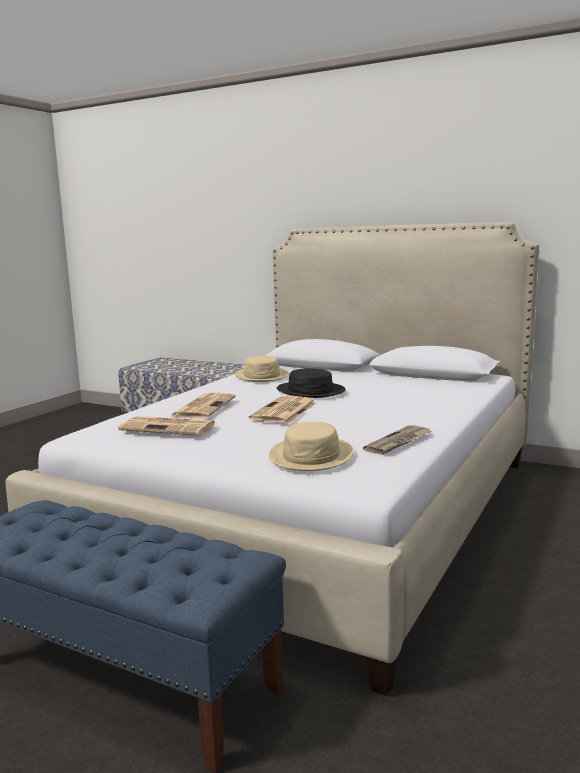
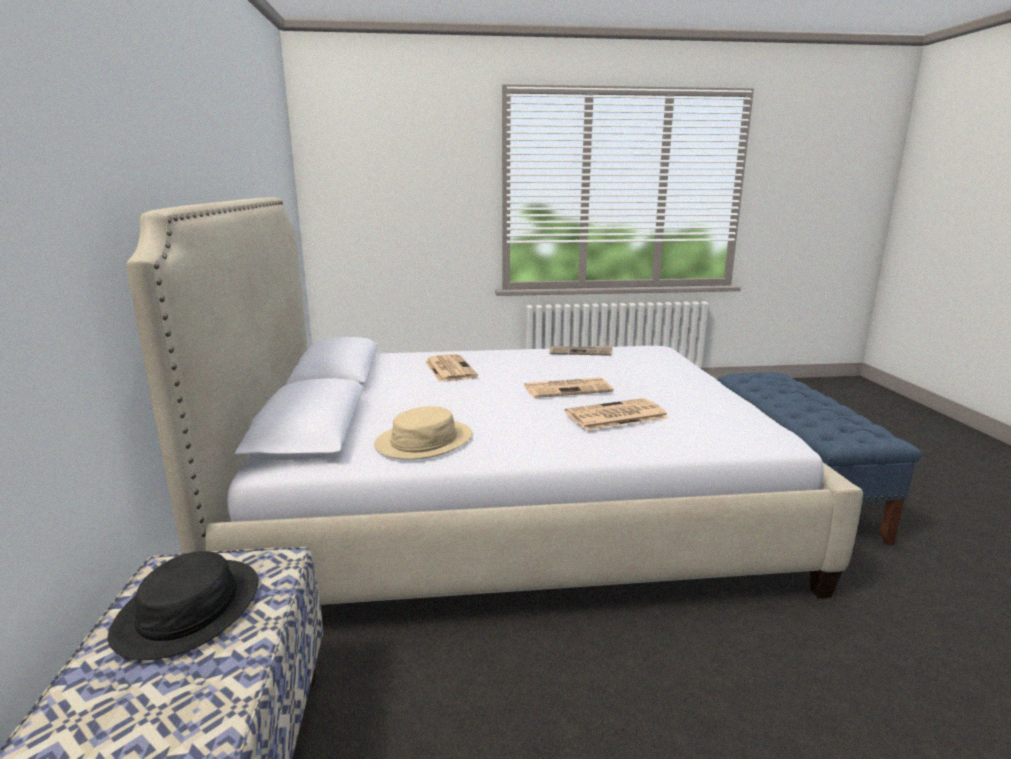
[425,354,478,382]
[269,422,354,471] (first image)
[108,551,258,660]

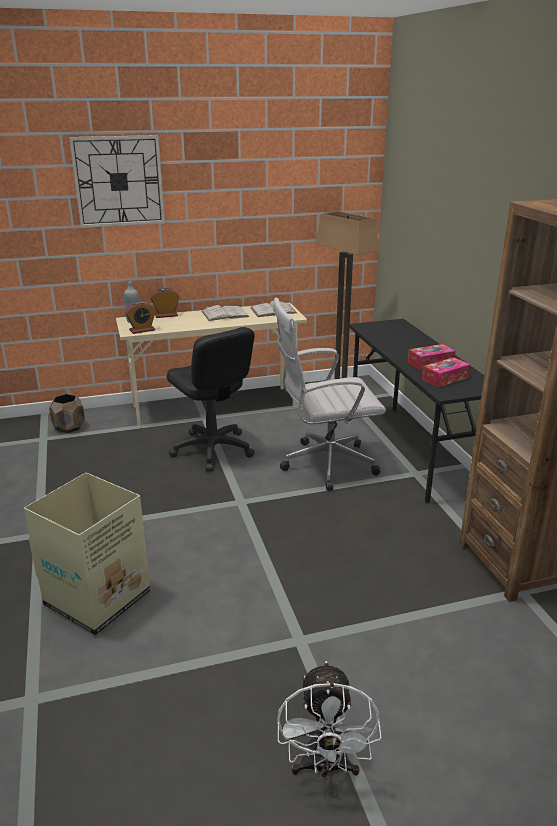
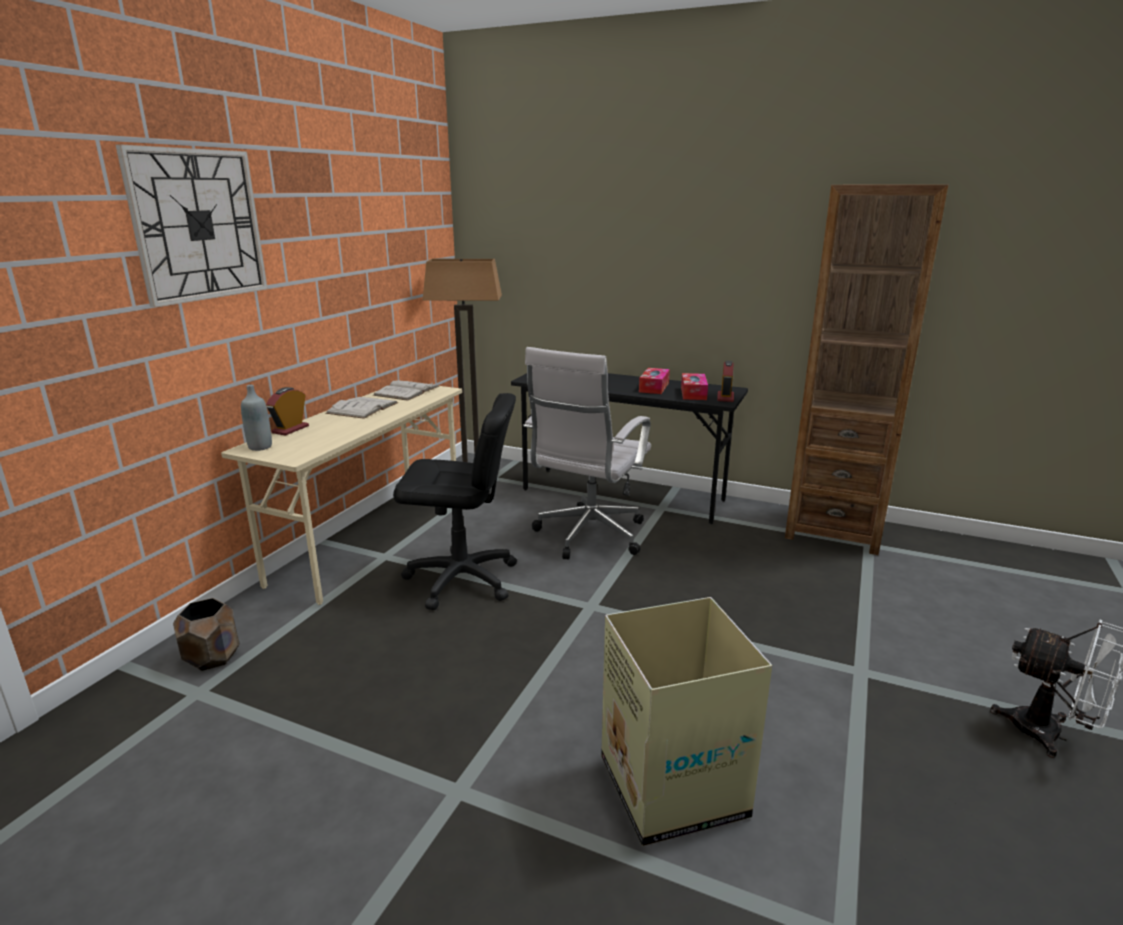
[717,361,734,402]

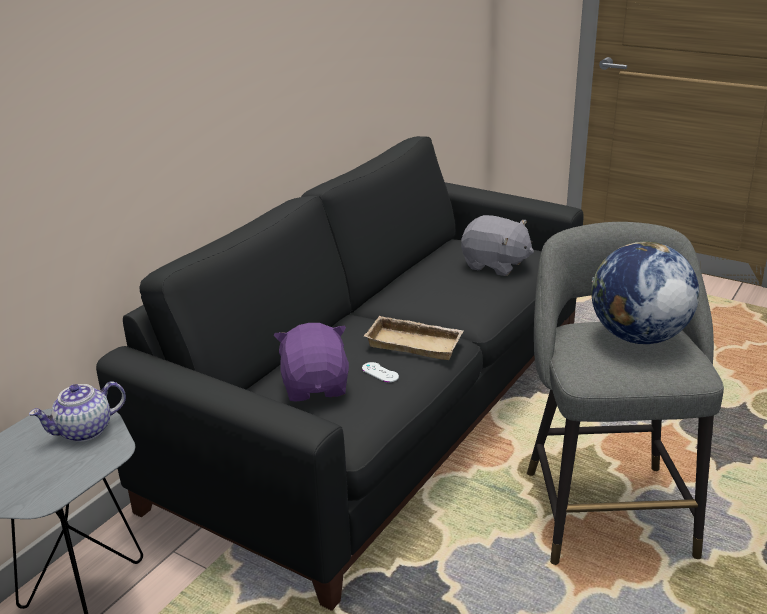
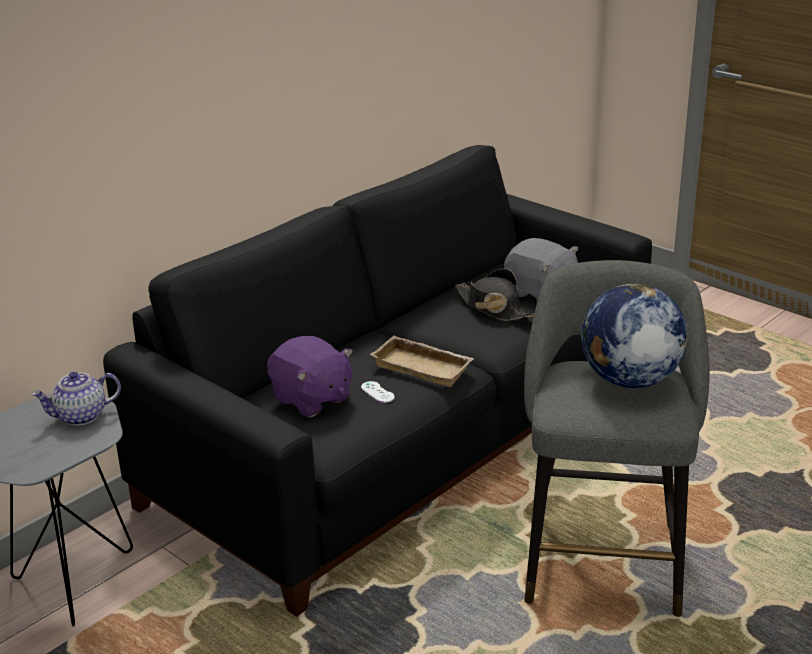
[267,336,353,418]
[455,269,534,321]

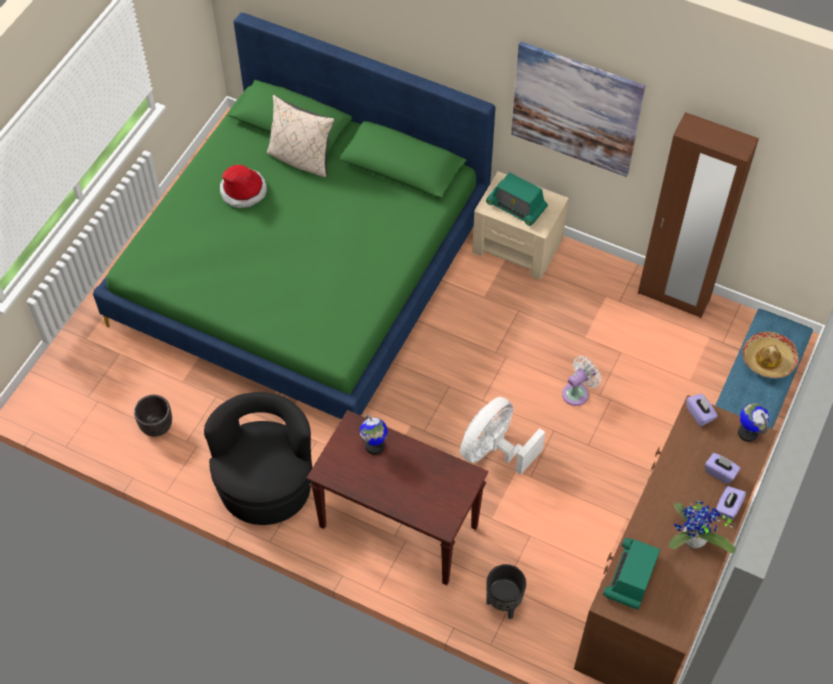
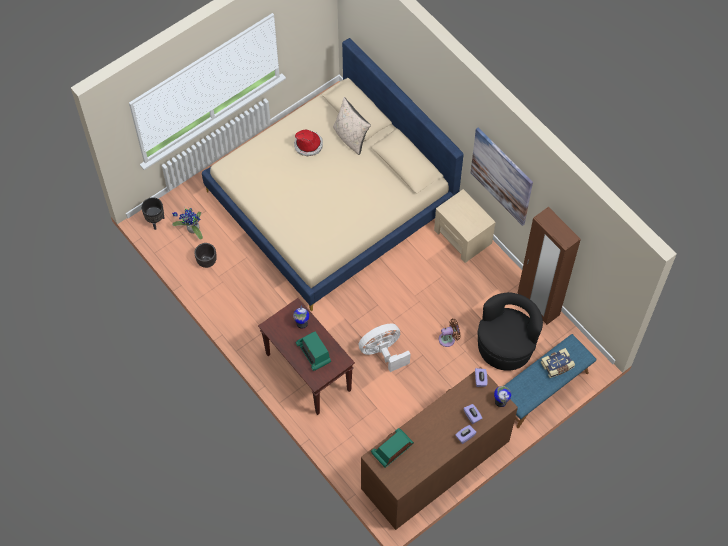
[202,38,464,311]
[478,292,543,371]
[296,332,331,371]
[141,197,165,230]
[439,318,461,347]
[172,208,203,240]
[540,348,575,378]

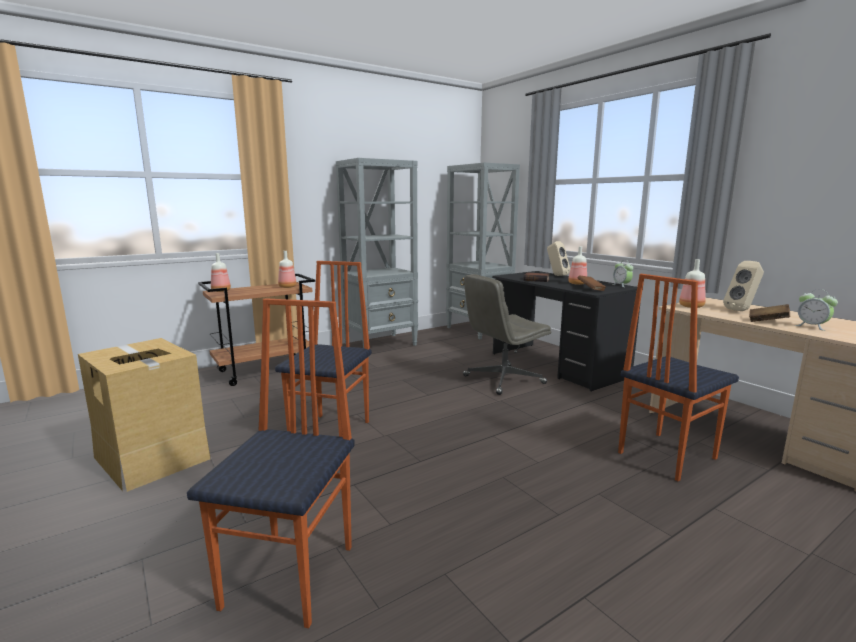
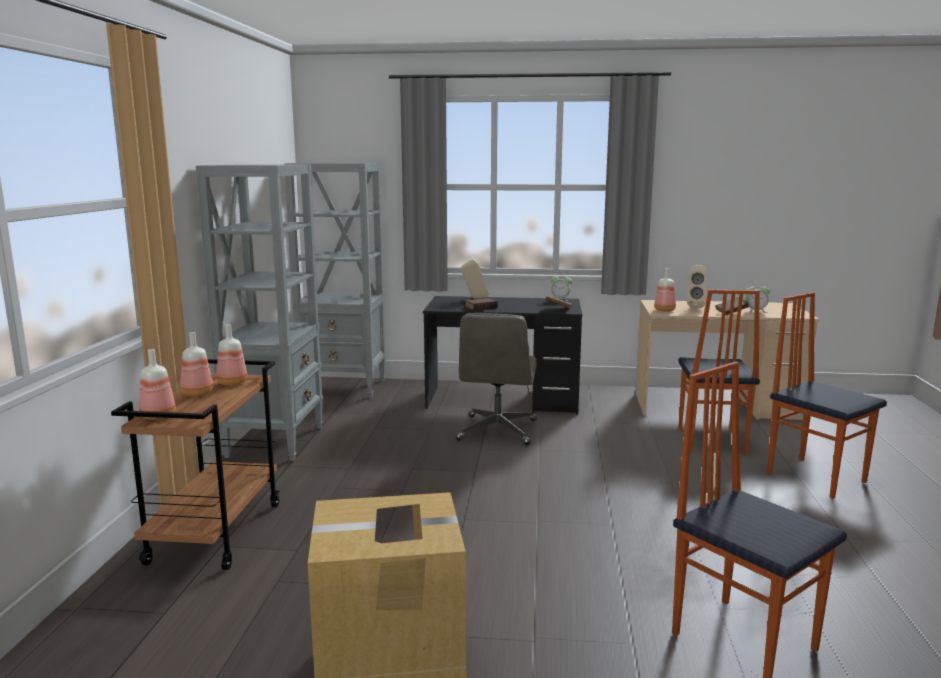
[767,292,887,499]
[180,332,213,397]

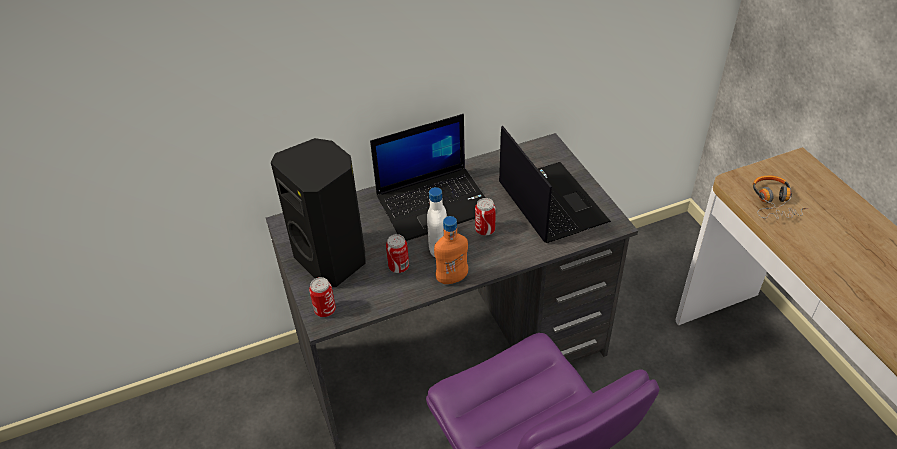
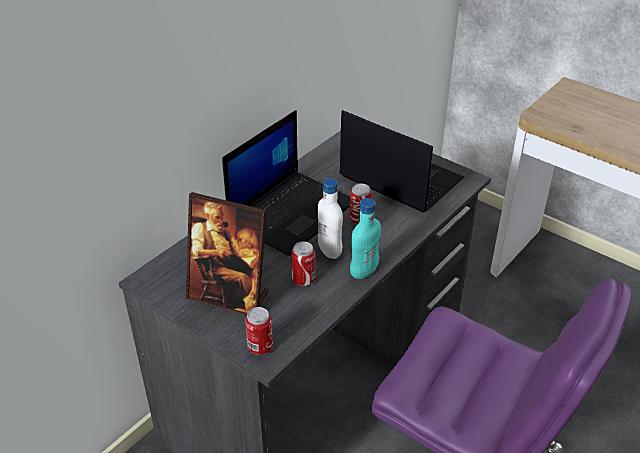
[186,192,269,316]
[350,198,381,279]
[753,176,809,219] (first image)

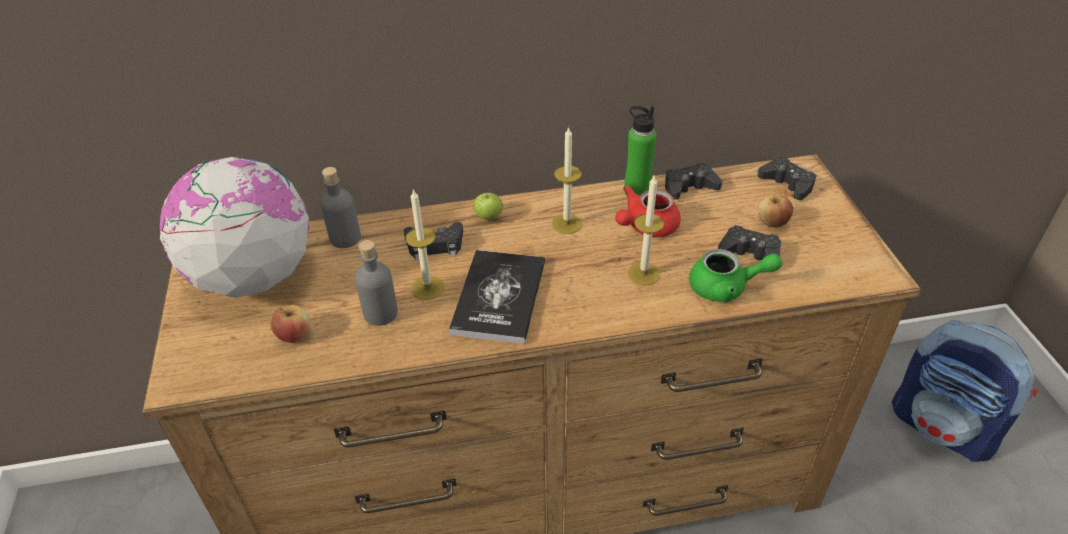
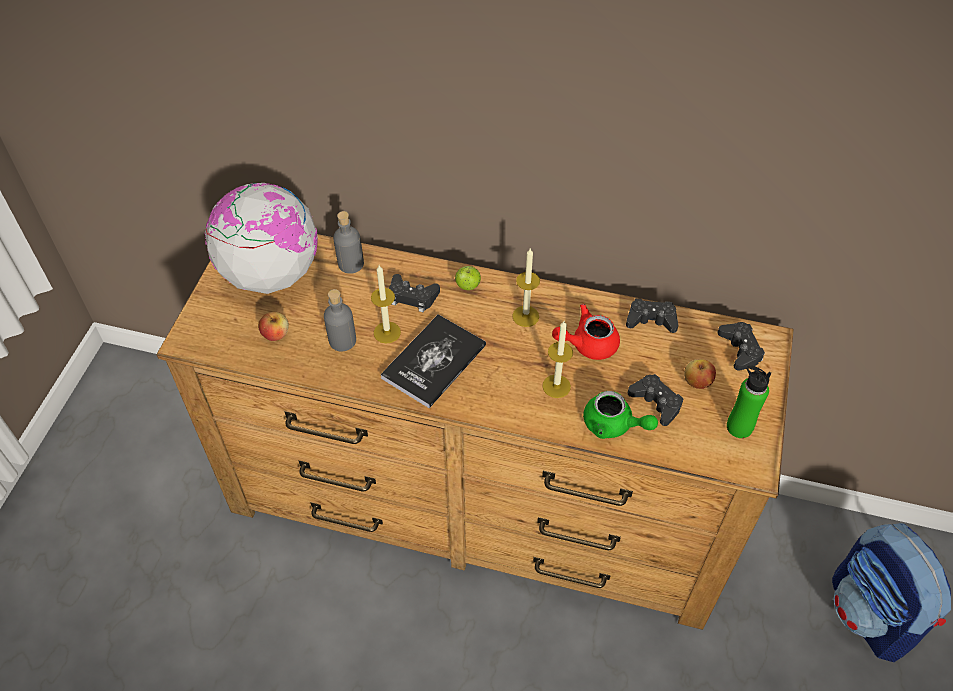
[727,365,771,438]

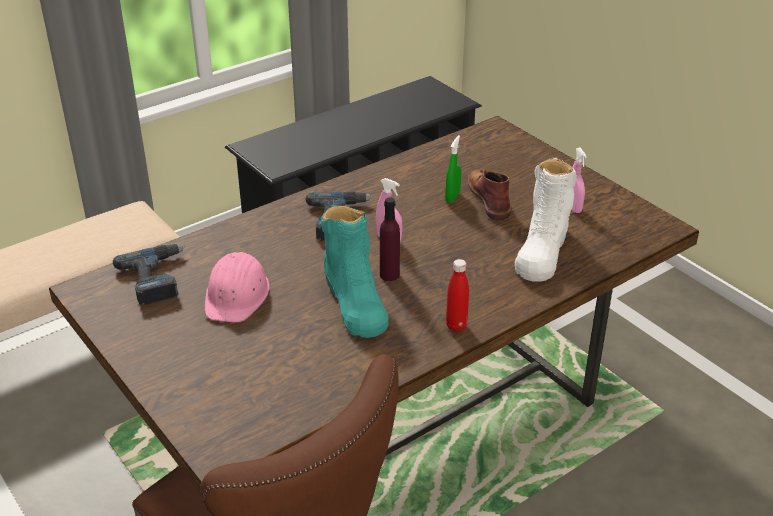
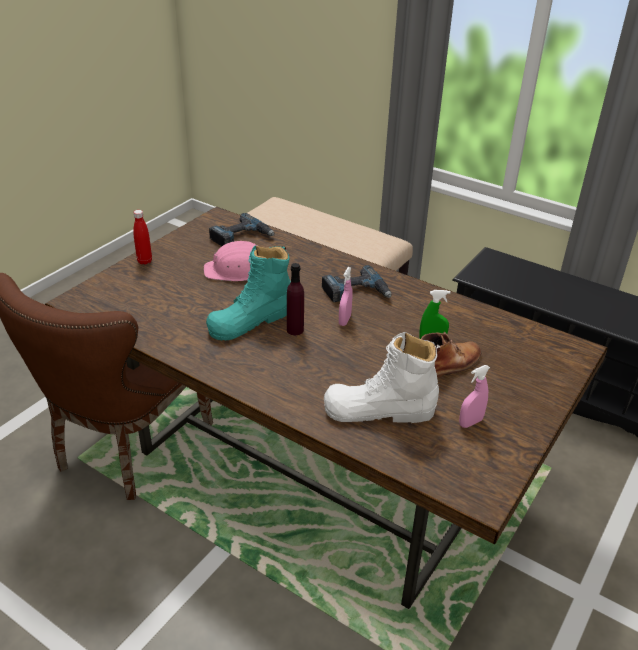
[133,210,152,265]

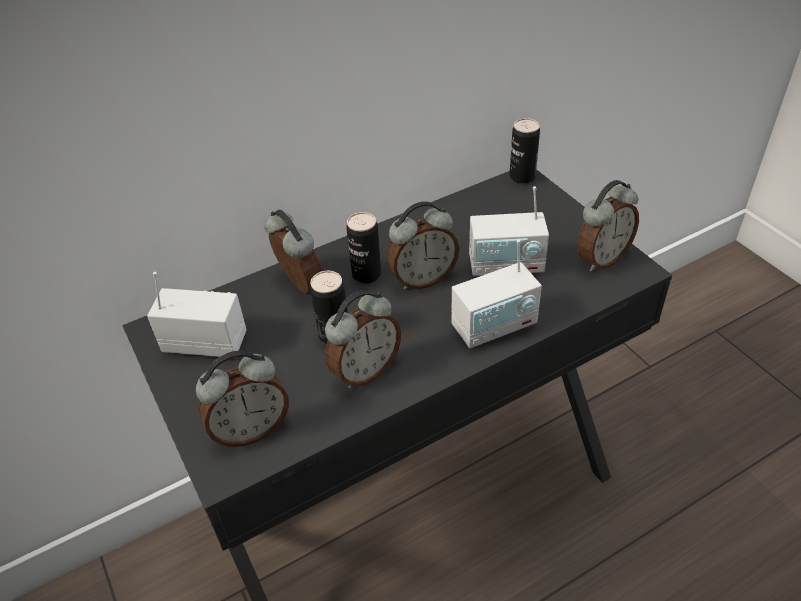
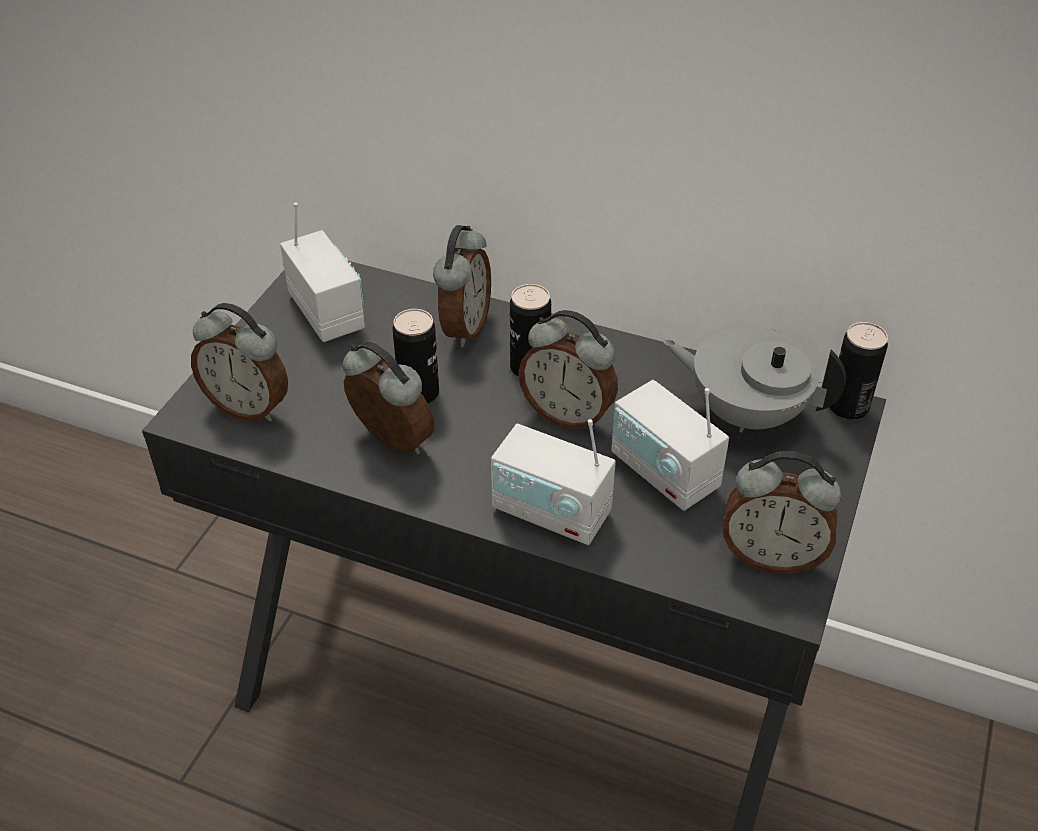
[343,341,435,454]
[664,327,846,433]

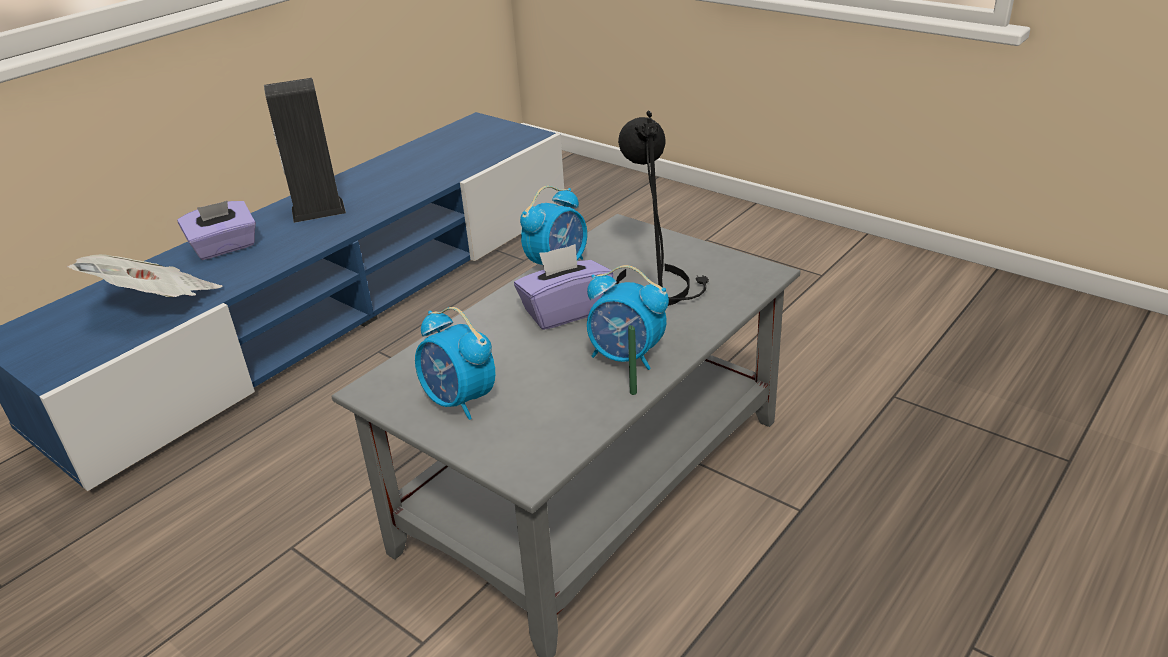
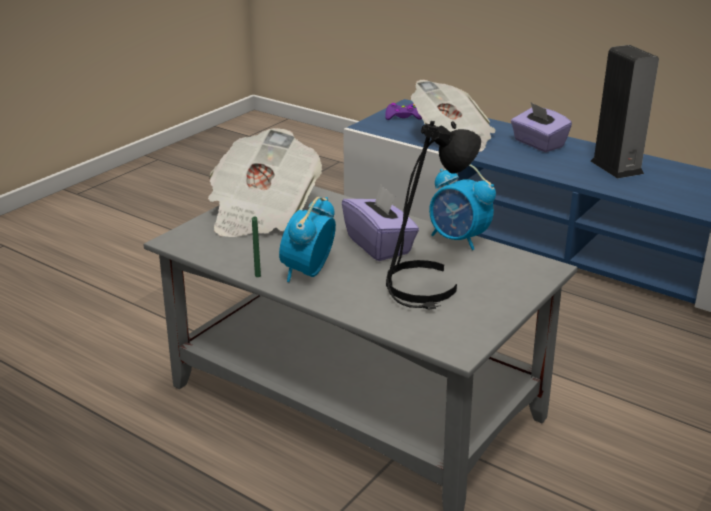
[208,128,322,237]
[385,103,422,120]

